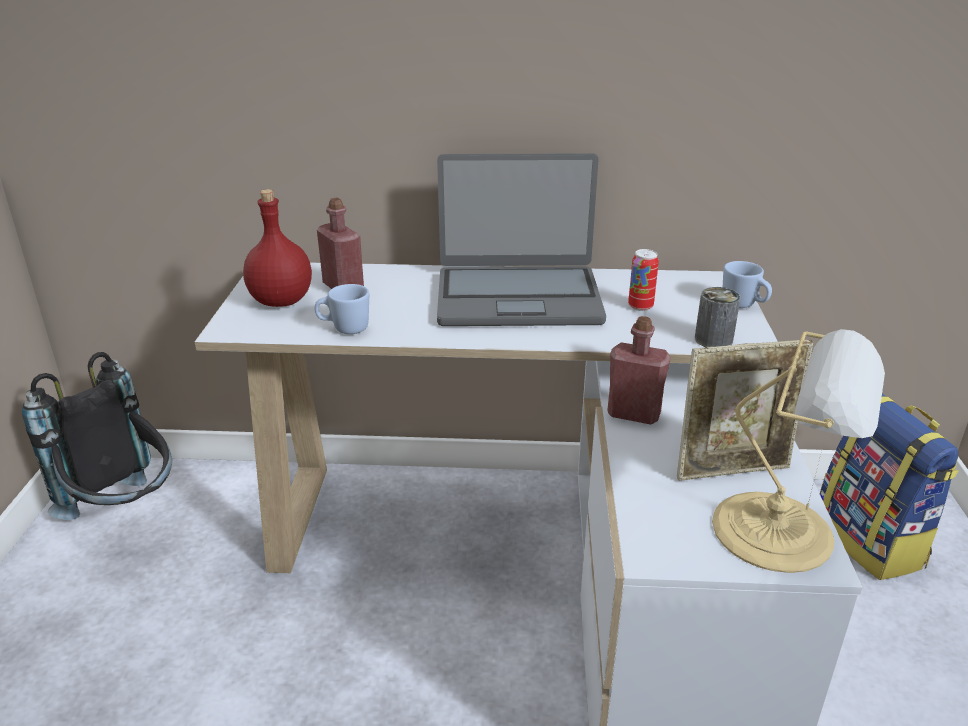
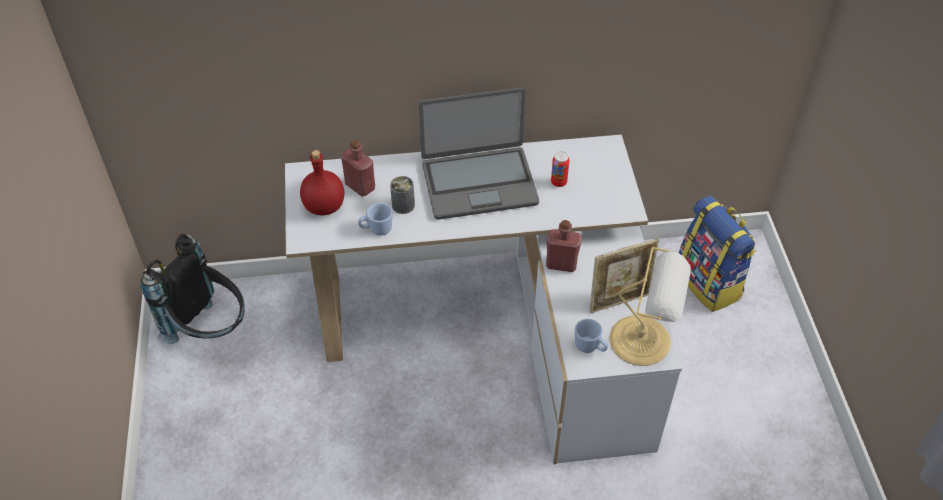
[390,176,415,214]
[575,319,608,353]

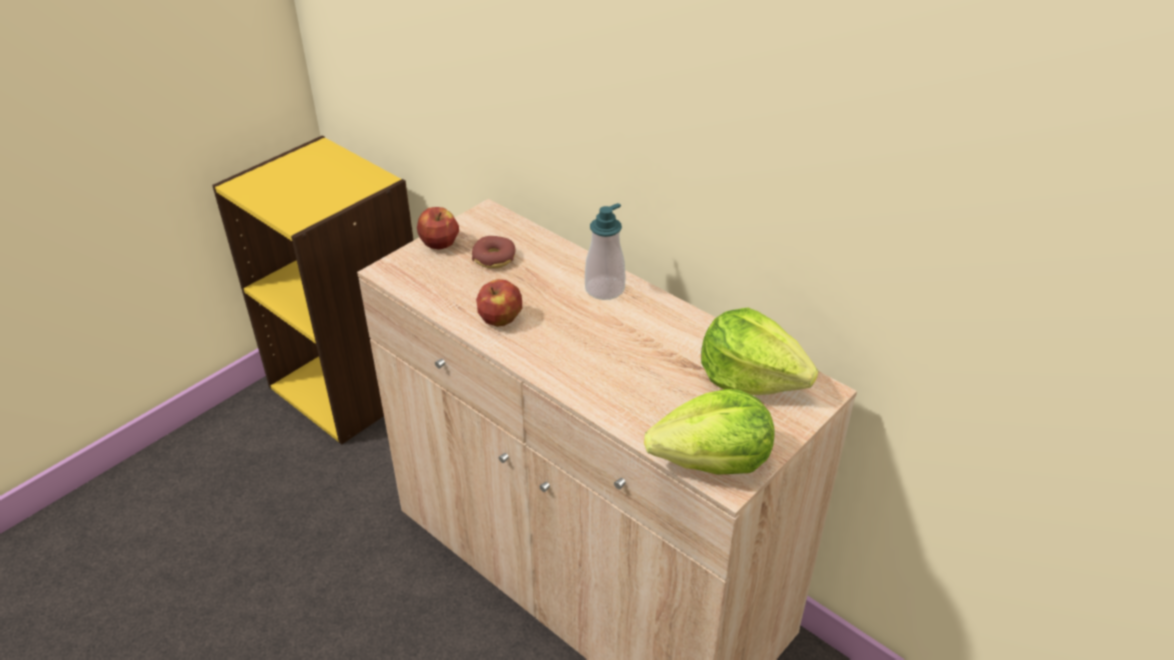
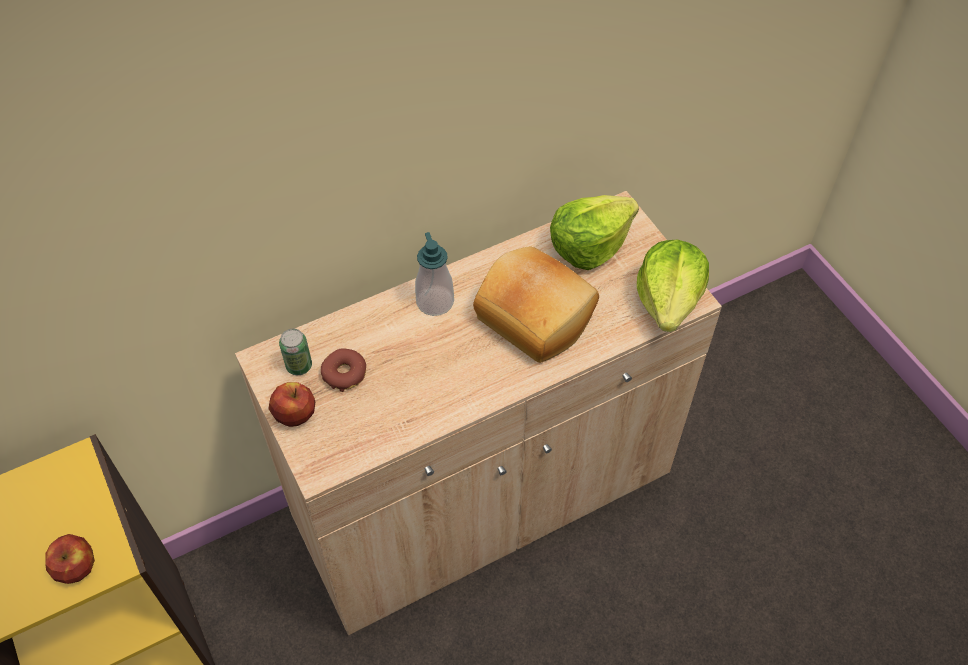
[45,534,95,584]
[279,329,312,375]
[473,247,599,363]

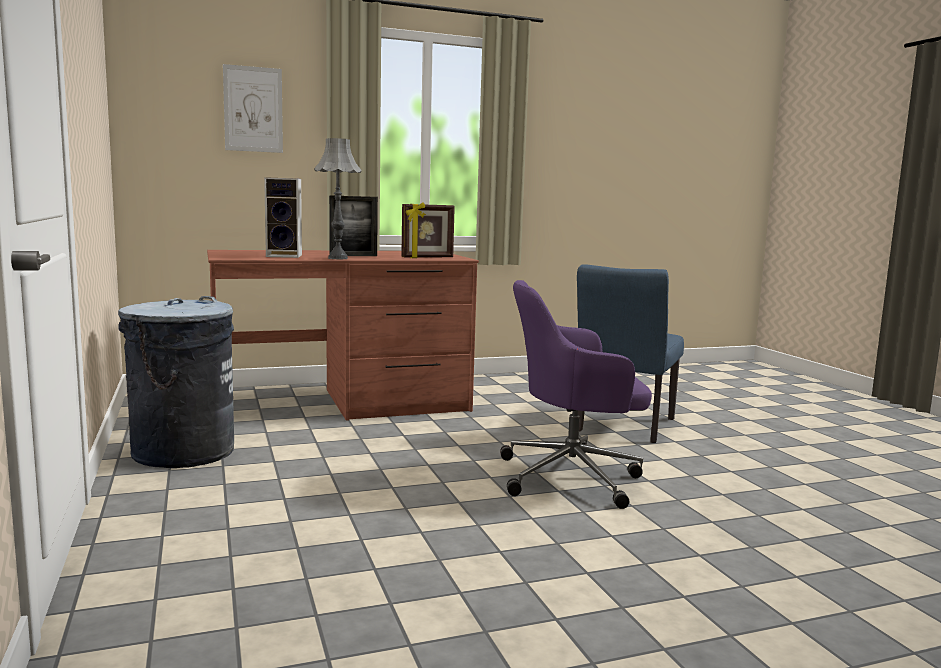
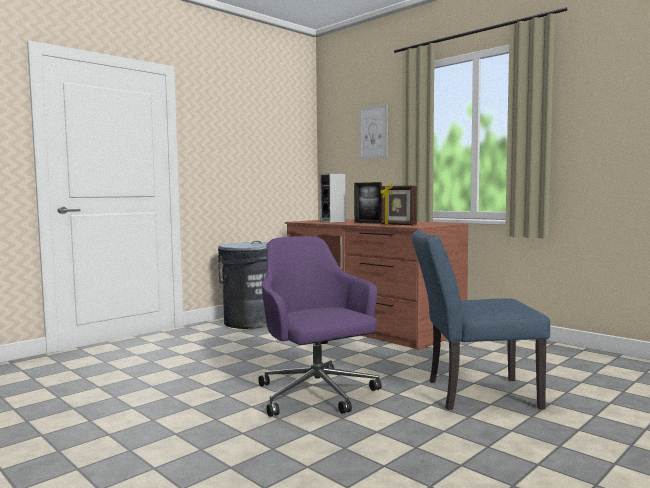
[314,138,361,259] (first image)

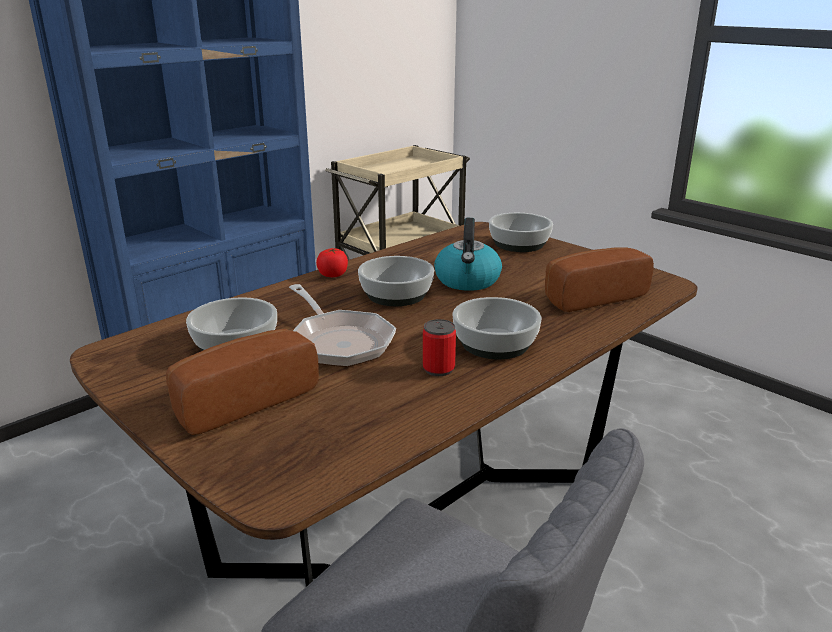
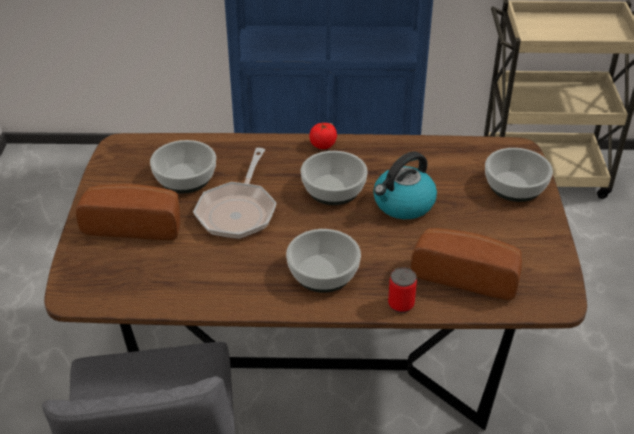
[388,267,417,313]

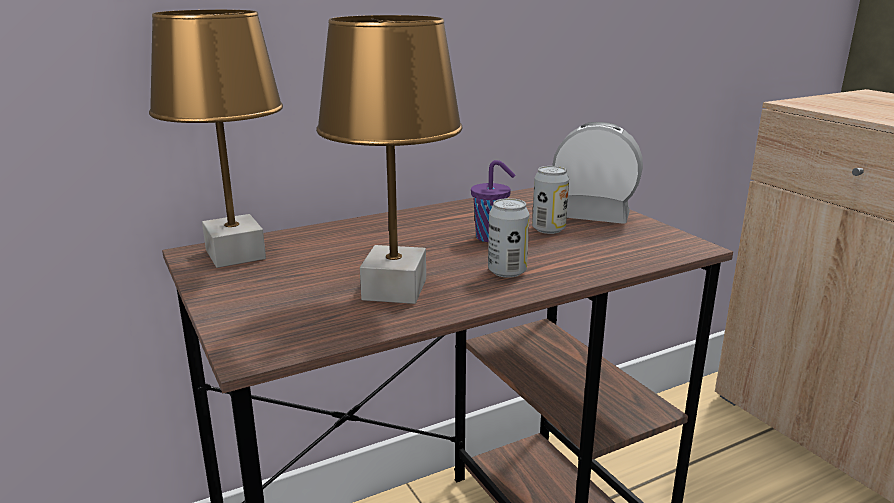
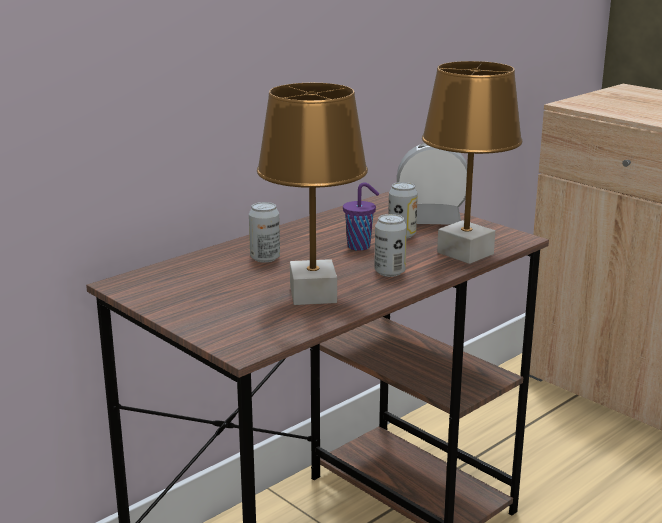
[422,61,522,264]
[249,202,280,263]

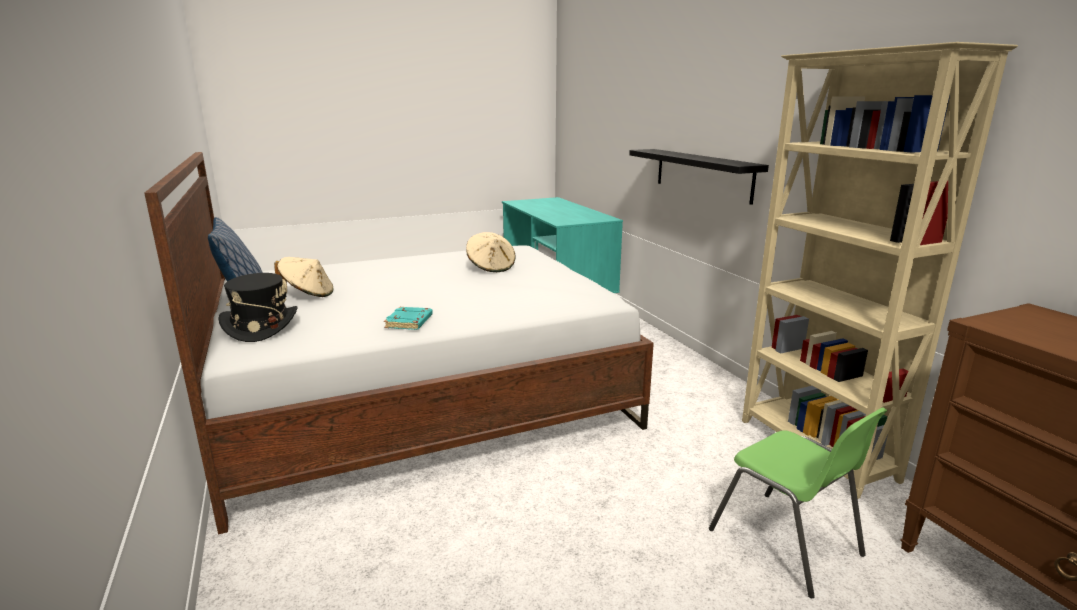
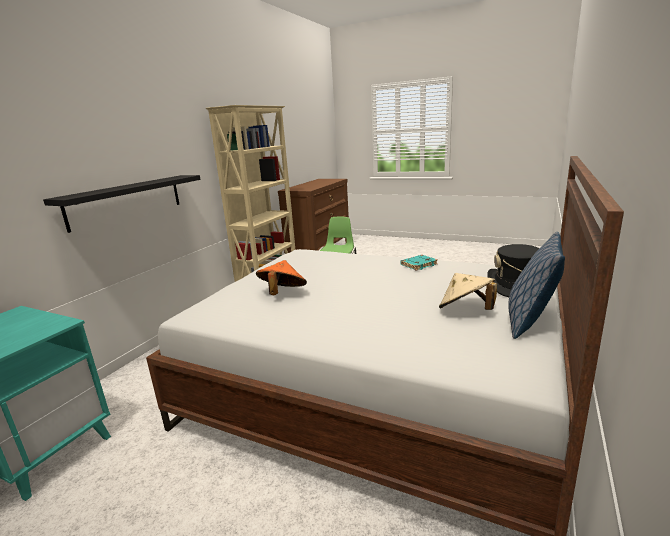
[256,260,307,295]

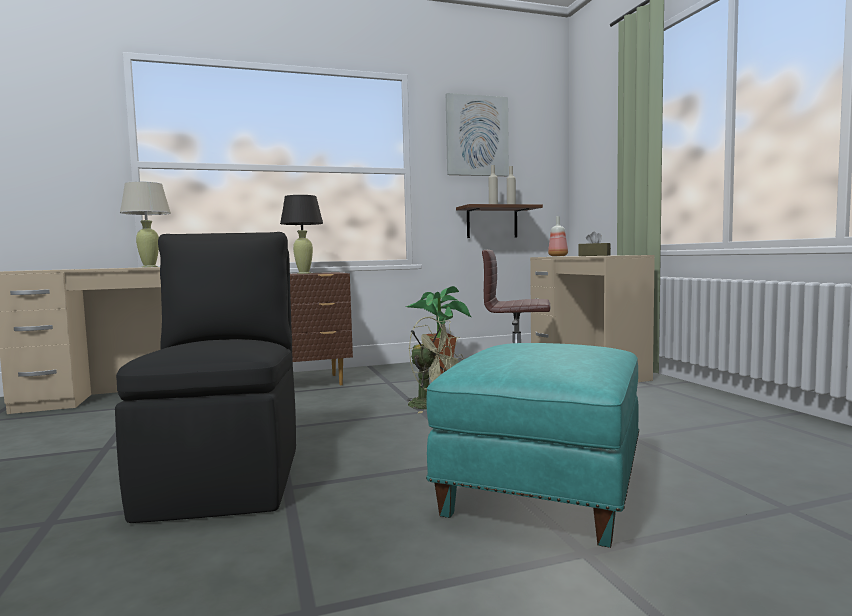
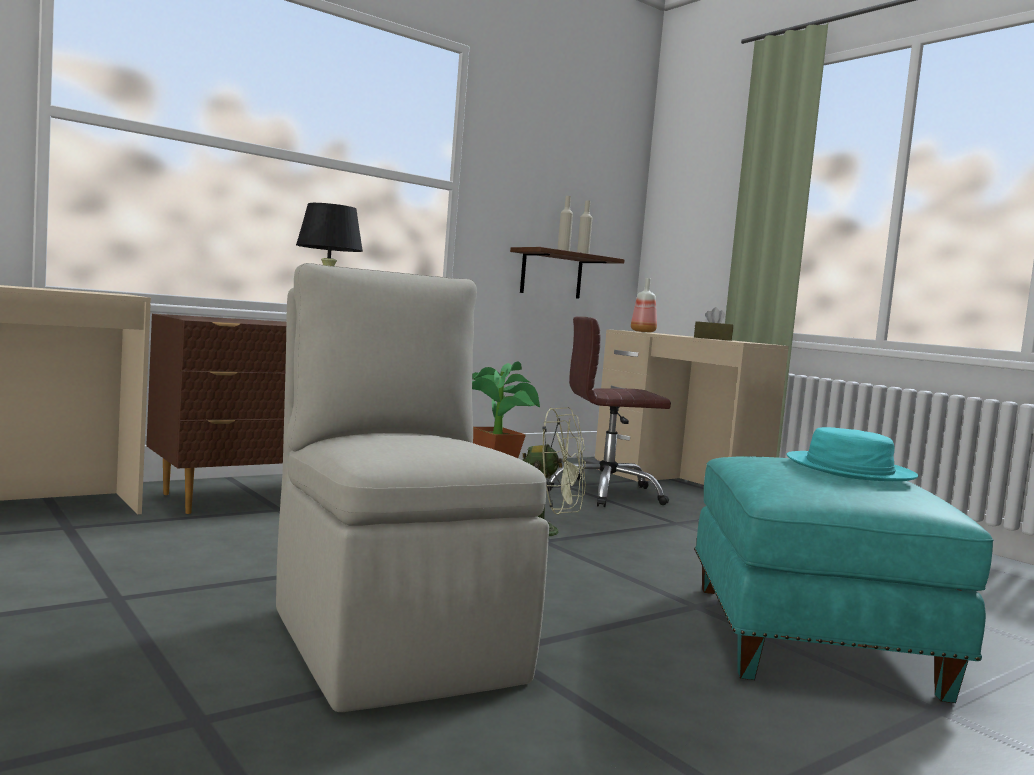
[276,263,549,712]
[120,181,171,267] (first image)
[446,93,509,176] (first image)
[787,427,918,481]

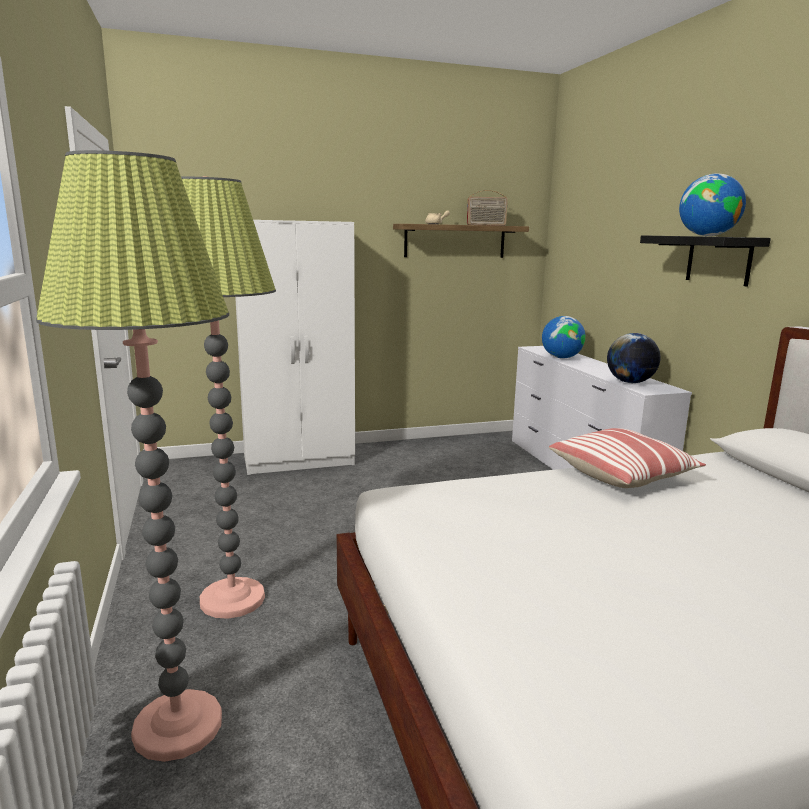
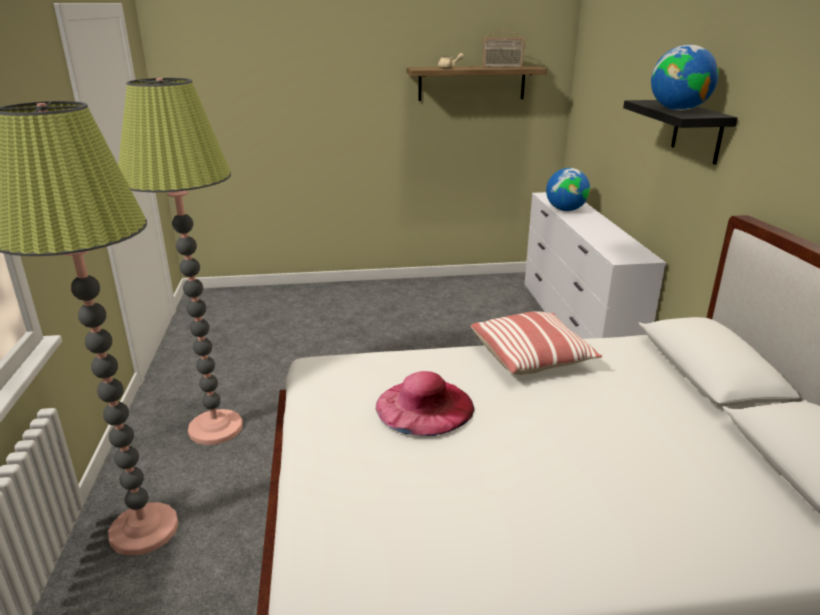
[235,220,355,475] (first image)
[607,333,660,383] (first image)
[376,371,474,436]

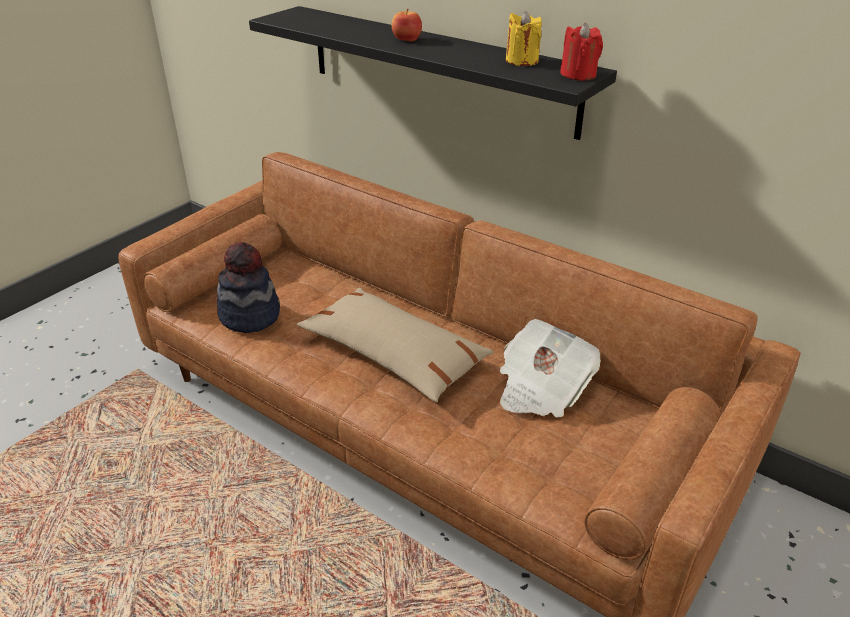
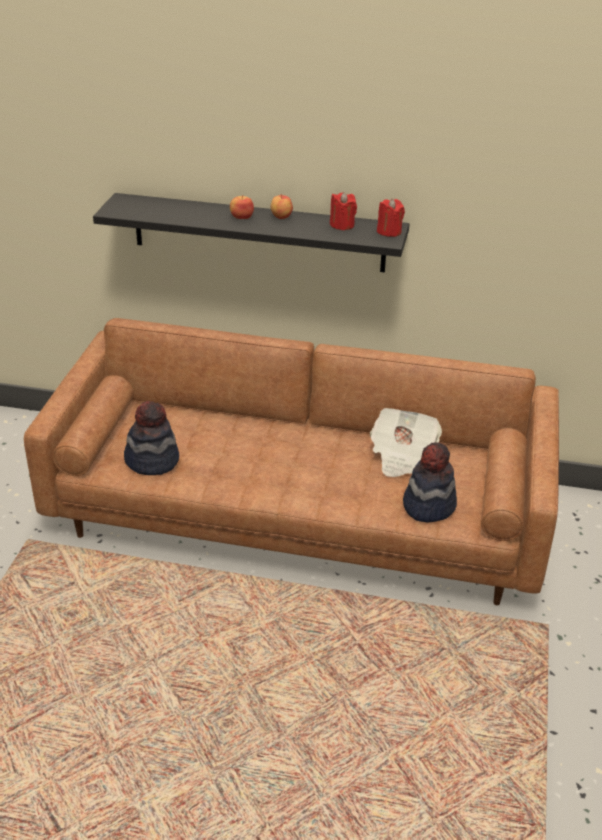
[297,288,494,402] (first image)
[330,192,357,230]
[271,194,293,219]
[403,442,457,522]

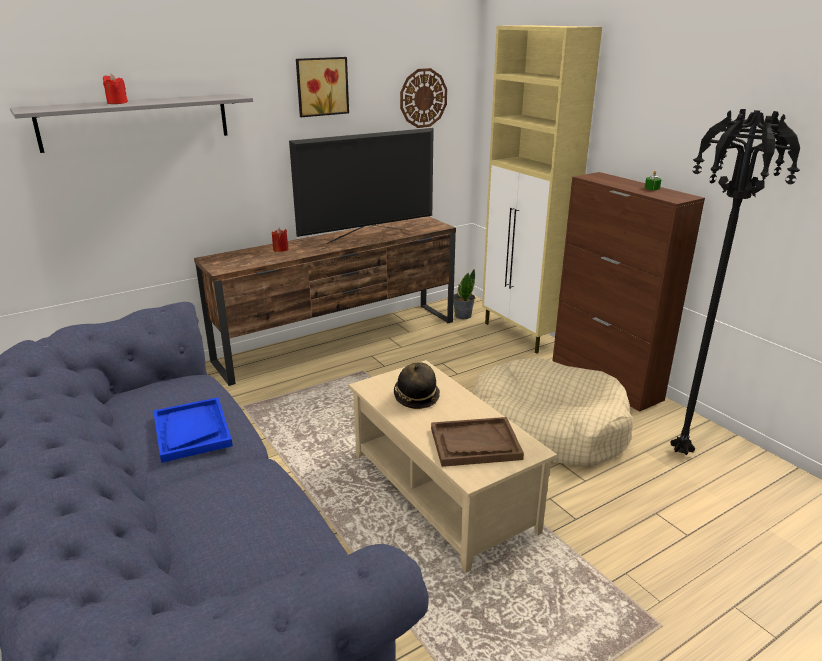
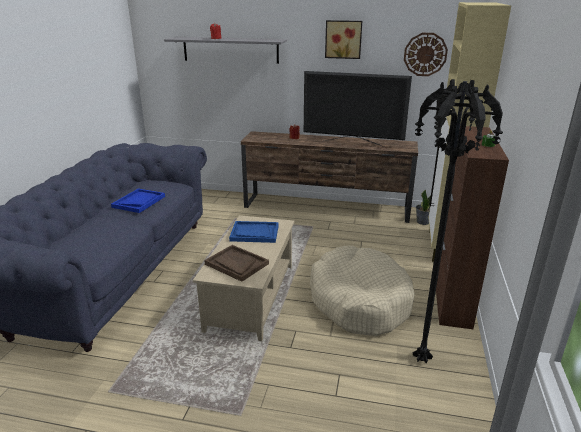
[229,221,279,243]

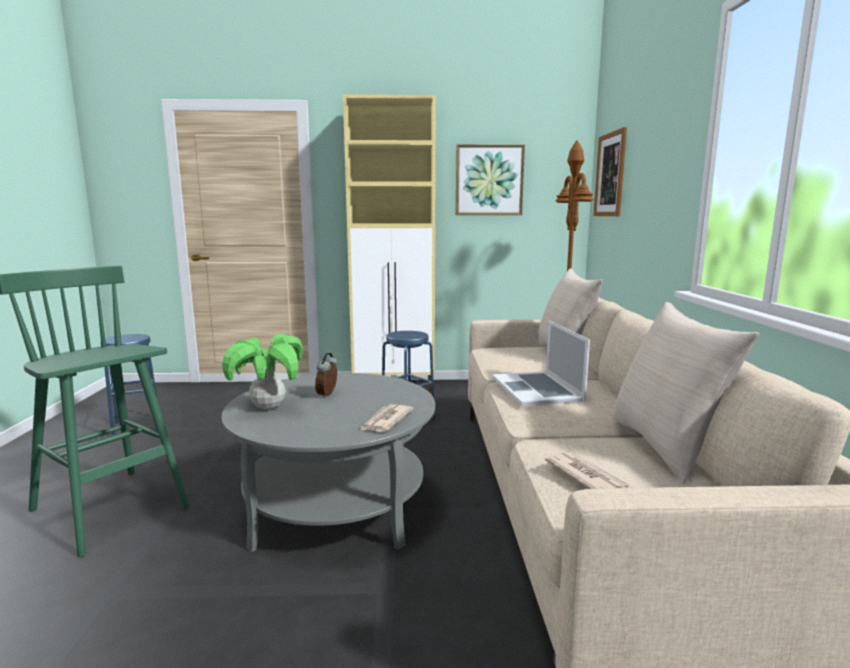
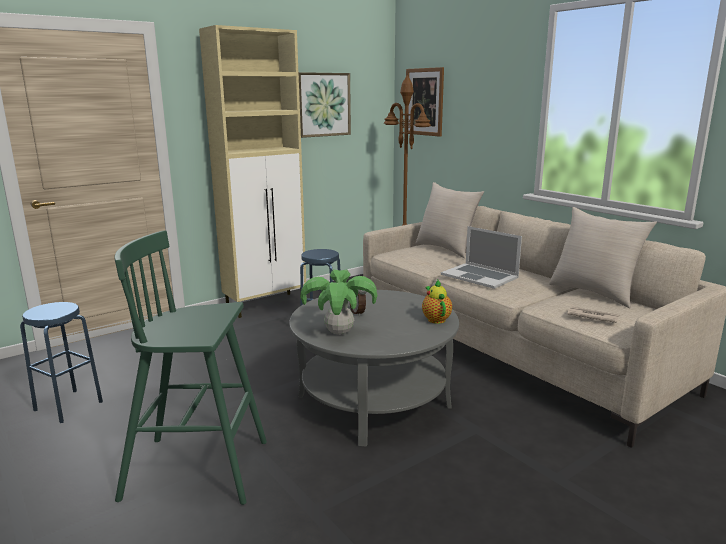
[422,280,452,324]

